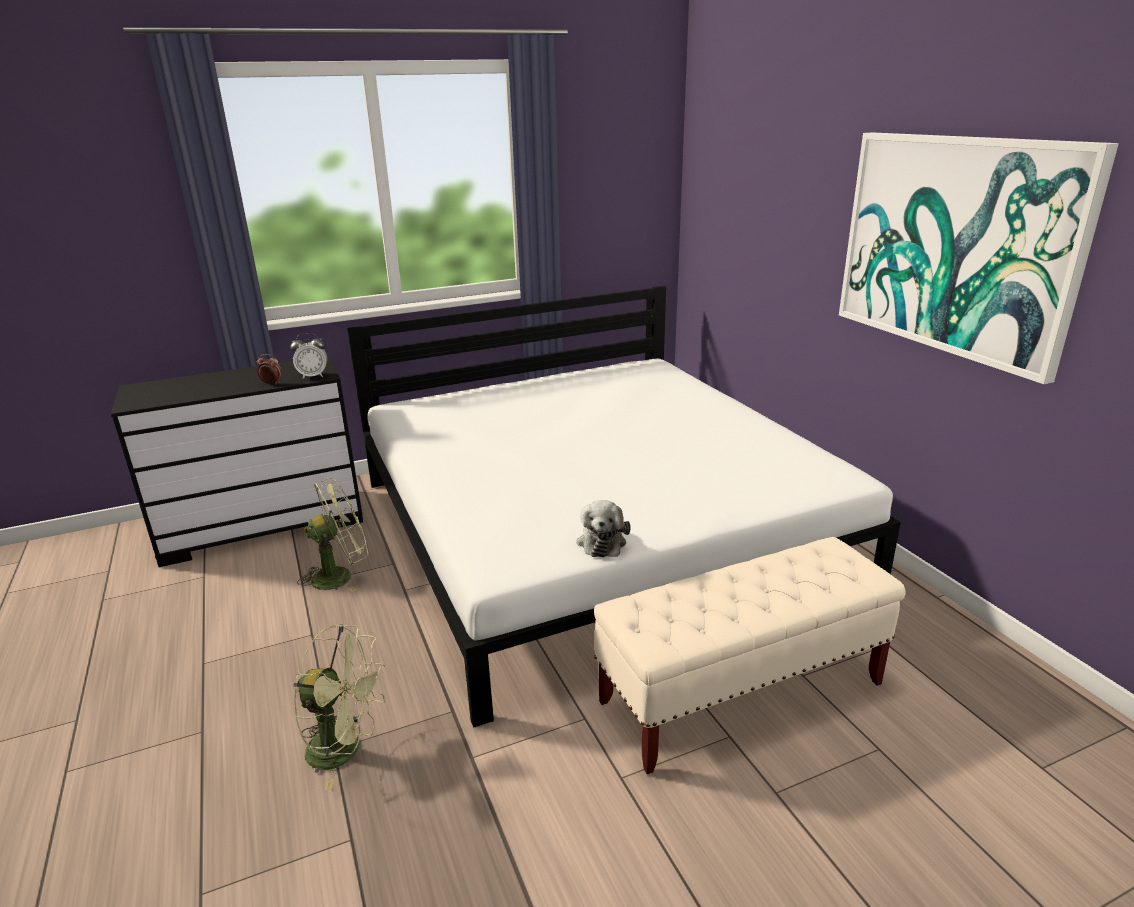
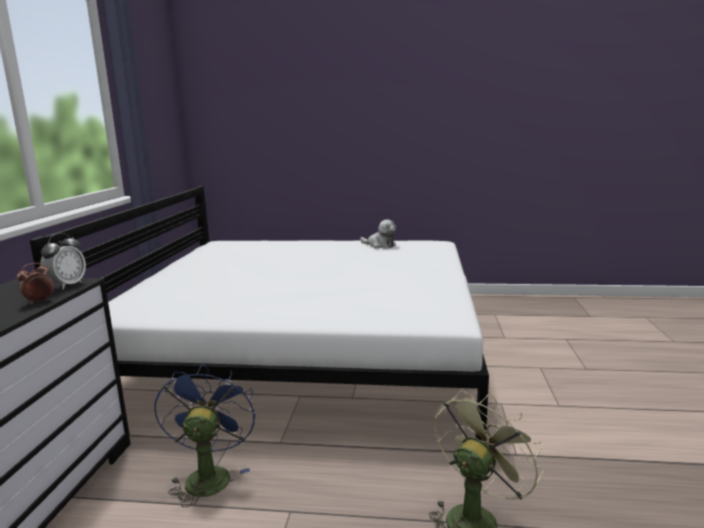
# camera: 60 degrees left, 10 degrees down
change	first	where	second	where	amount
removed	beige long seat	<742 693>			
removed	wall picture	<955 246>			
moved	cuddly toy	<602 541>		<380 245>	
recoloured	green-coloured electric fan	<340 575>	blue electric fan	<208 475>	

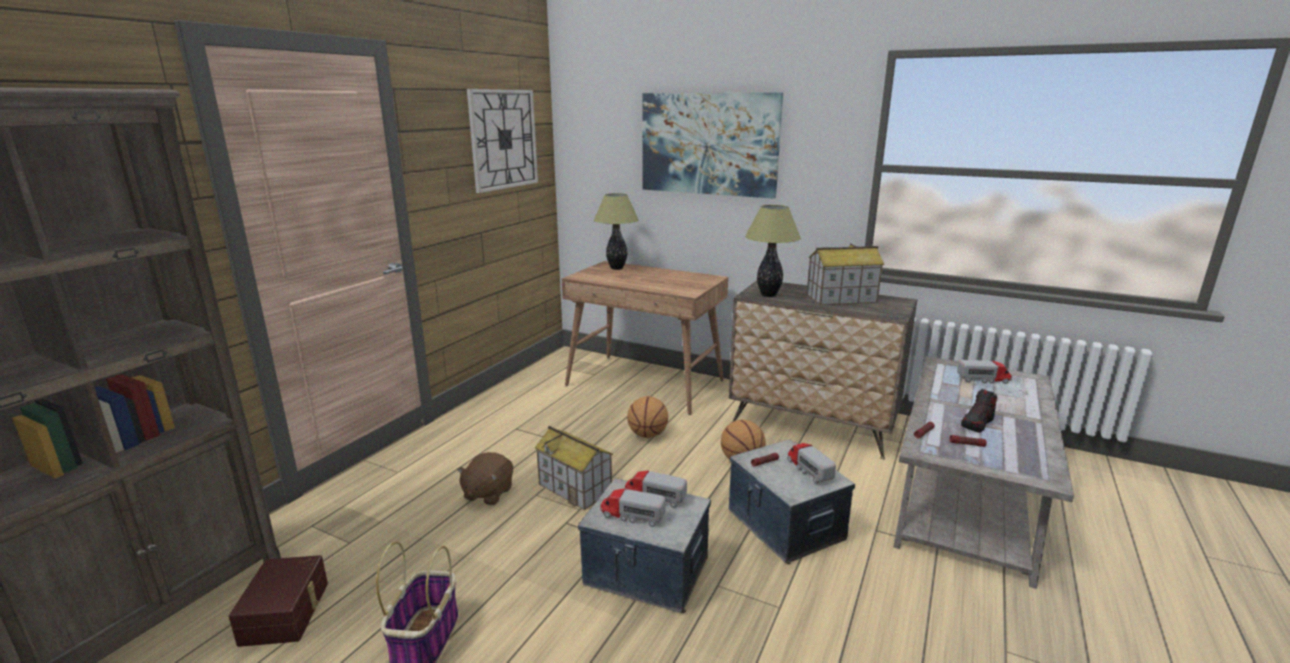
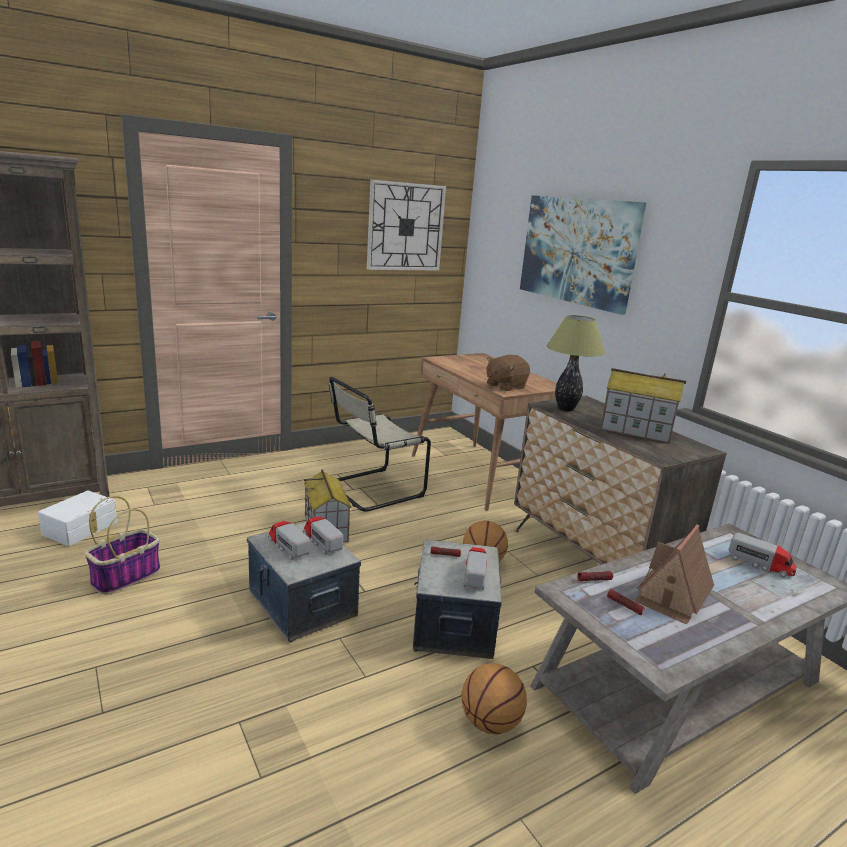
# camera: 30 degrees right, 0 degrees up
change	first	where	second	where	amount
removed	lamp for a table	<617 268>			
added			beige plain chair	<371 490>	
moved	brown-coloured cuddly toy	<487 493>		<505 386>	
moved	ball for basketball	<647 435>		<490 722>	
replaced	low shoe	<977 423>	toy house	<672 595>	
recoloured	brown-coloured storage bin	<287 612>	whitish storage bin	<81 528>	

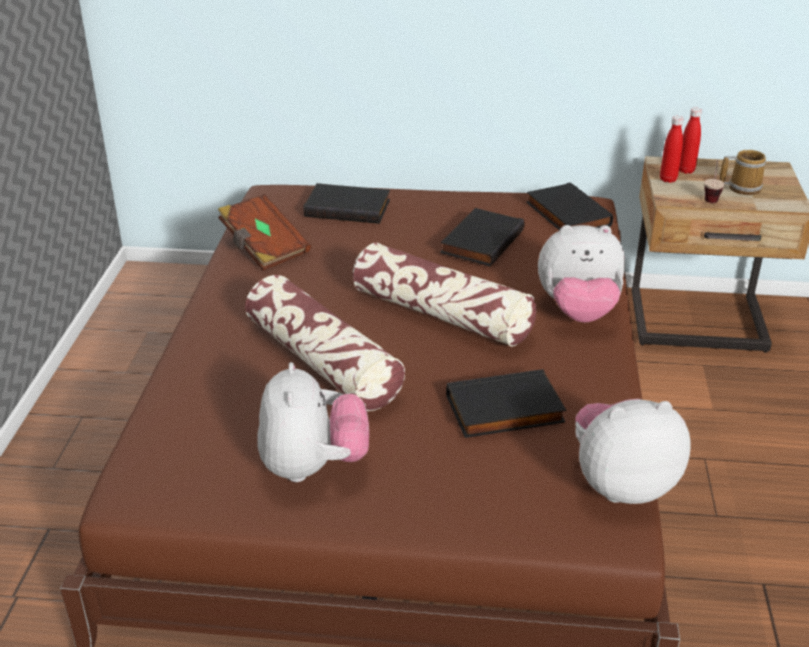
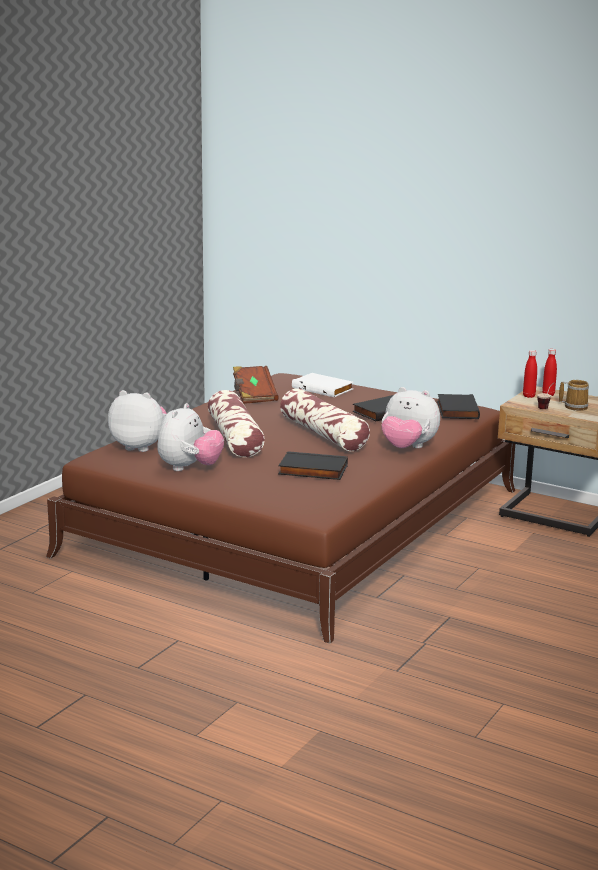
# camera: 25 degrees right, 15 degrees down
change	first	where	second	where	amount
moved	cuddly toy	<621 483>		<140 447>	
recoloured	black volume	<348 207>	whitish volume	<323 388>	

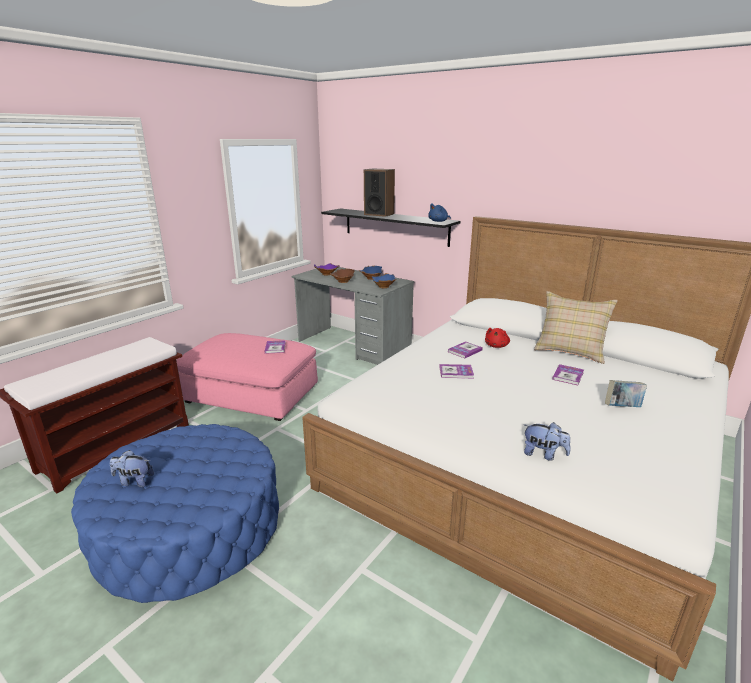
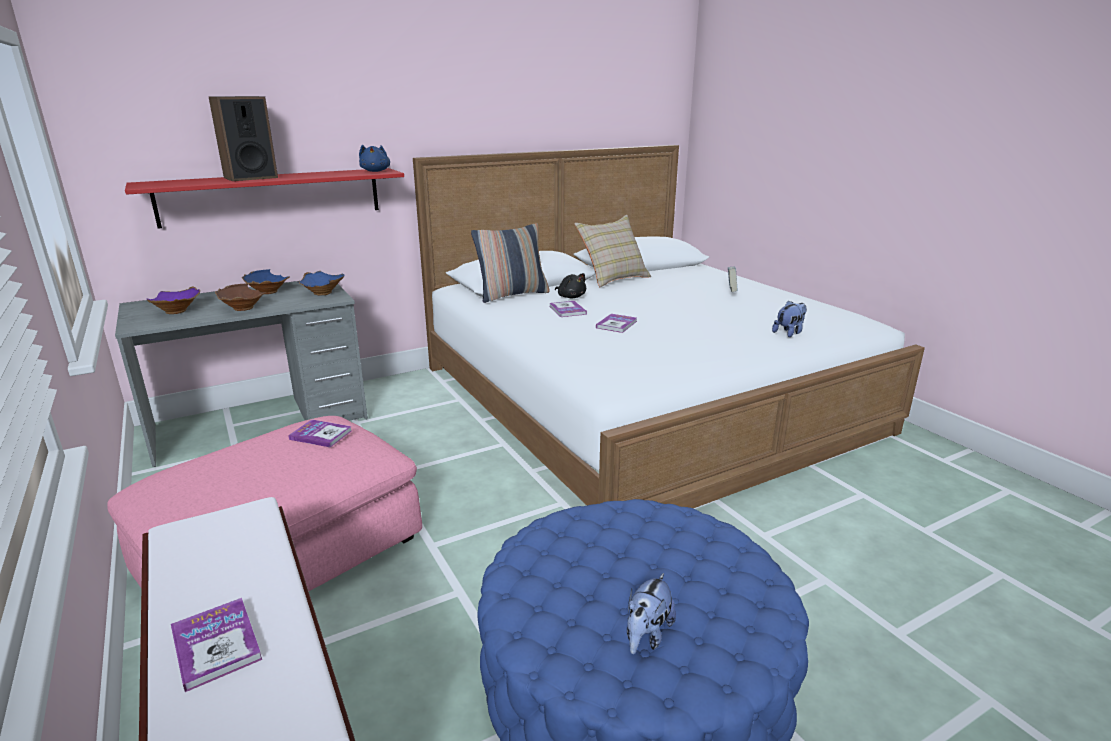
# camera: 65 degrees left, 0 degrees up
change	first	where	second	where	amount
added			cushion	<512 295>	
moved	volume	<568 376>		<216 645>	
recoloured	black wall shelf	<395 226>	red-coloured wall shelf	<272 196>	
recoloured	red-coloured cuddly toy	<496 346>	black cuddly toy	<571 297>	

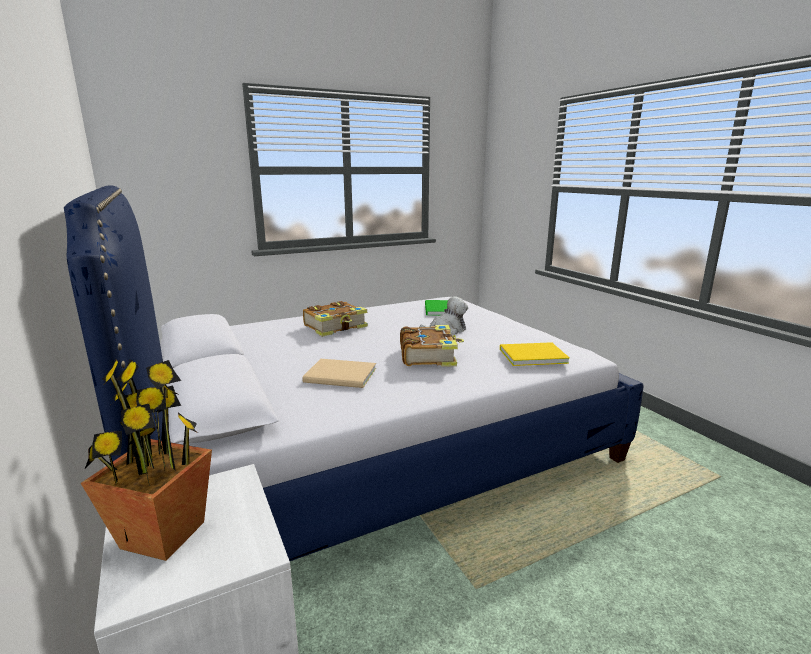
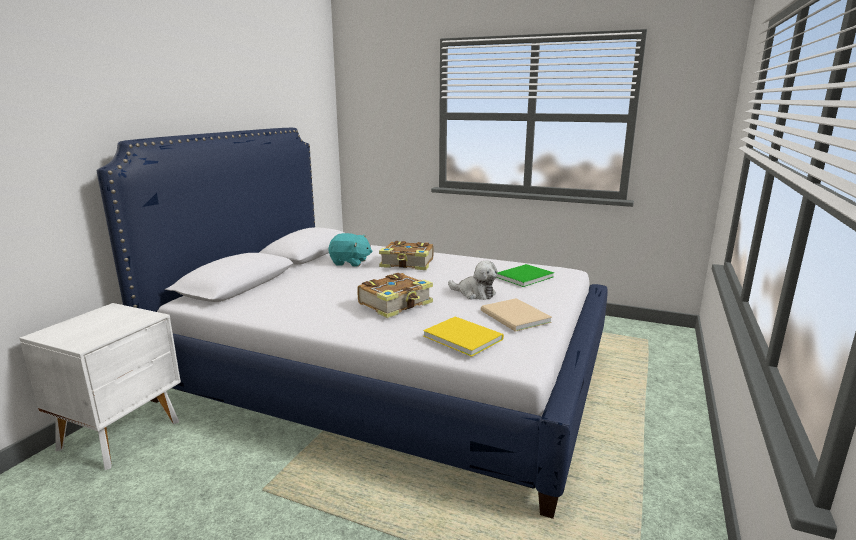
# camera: 50 degrees right, 0 degrees up
change	first	where	second	where	amount
removed	plant in a pot	<162 535>			
added			turquoise-coloured cuddly toy	<350 262>	
moved	beige volume	<342 376>		<515 317>	

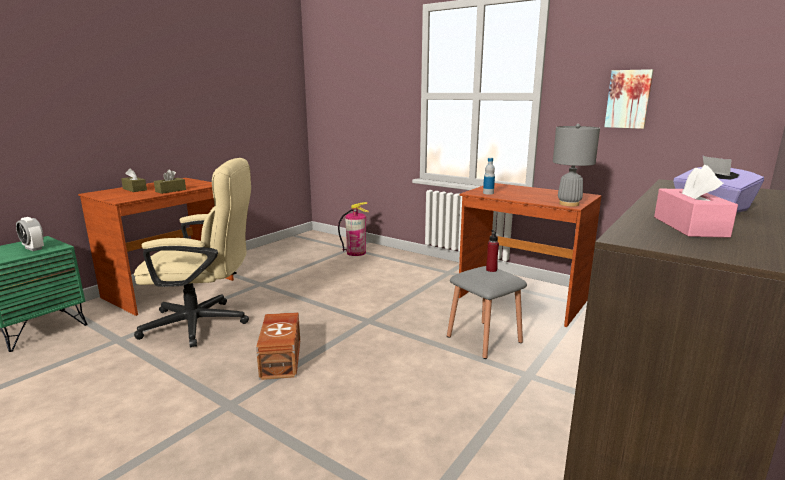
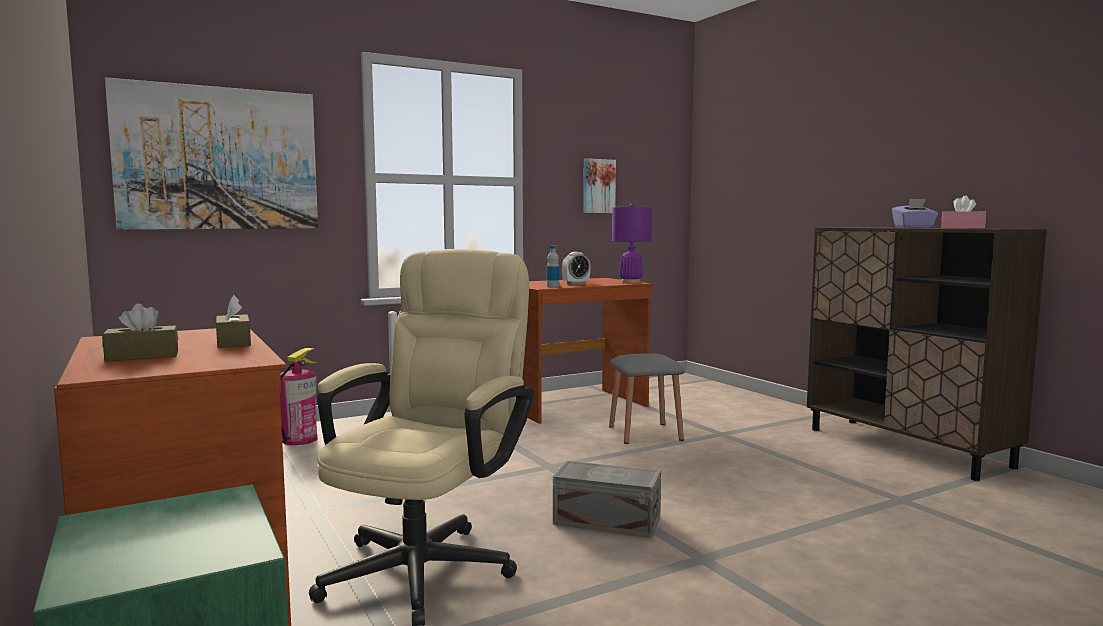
# camera: 65 degrees left, 10 degrees down
change	first	where	second	where	amount
removed	red-coloured bottle	<491 270>			
added			wall picture	<218 159>	
moved	table clock	<33 248>		<576 283>	
recoloured	brown-coloured storage bin	<282 358>	grey storage bin	<605 520>	
recoloured	grey lamp for a table	<569 204>	purplish lamp for a table	<630 282>	

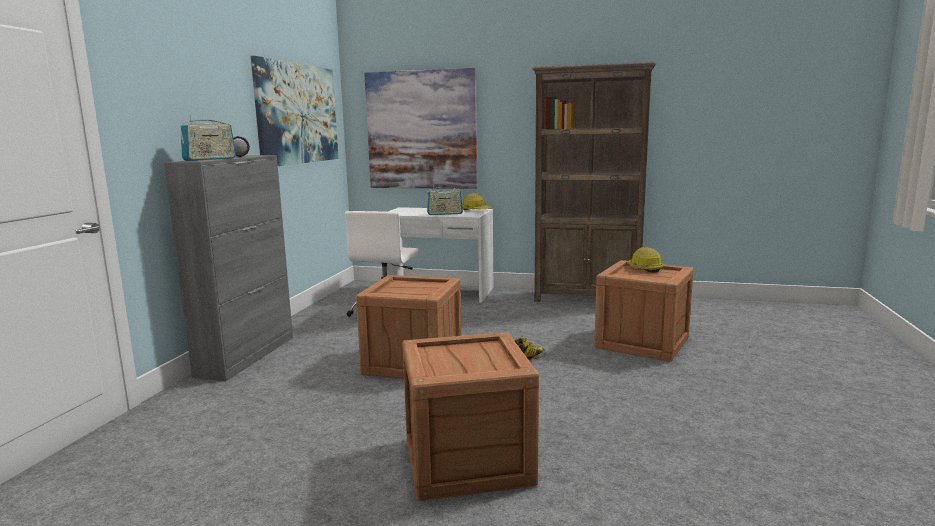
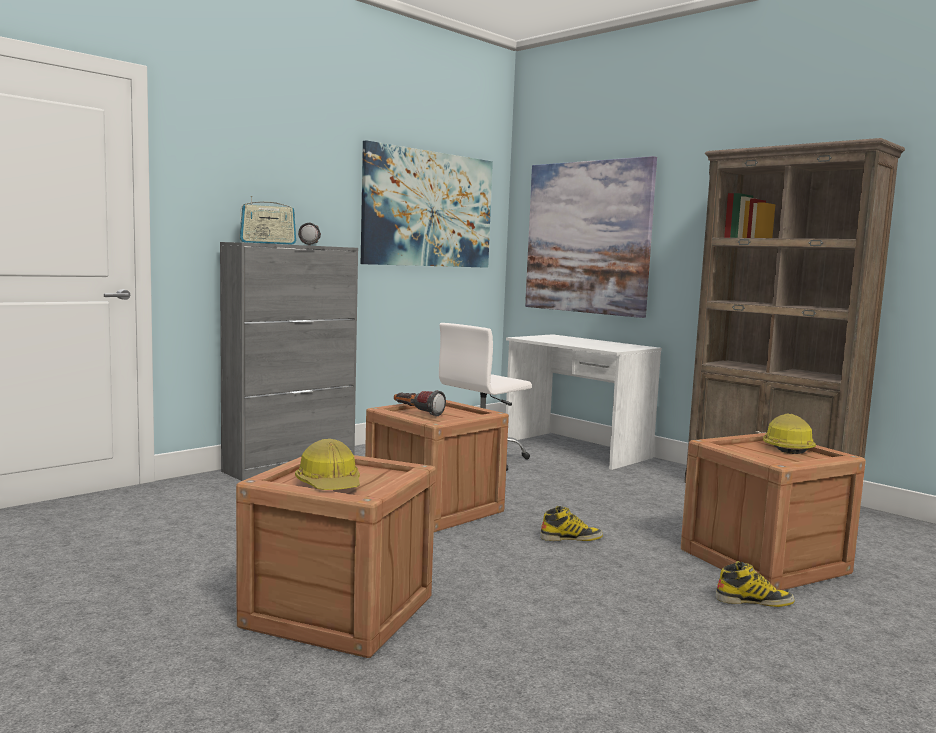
# camera: 30 degrees right, 5 degrees down
change	first	where	second	where	amount
removed	radio set	<445 214>			
added			torch	<417 413>	
added			high-top boot	<754 601>	
moved	safety helmet	<475 210>		<330 485>	

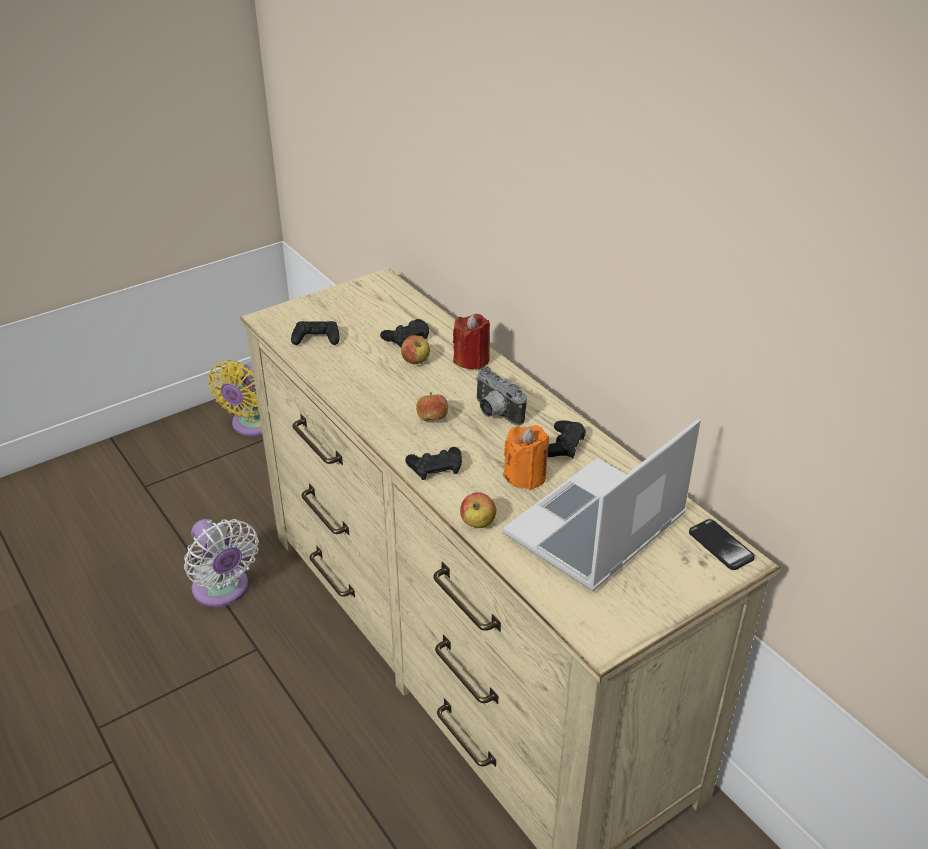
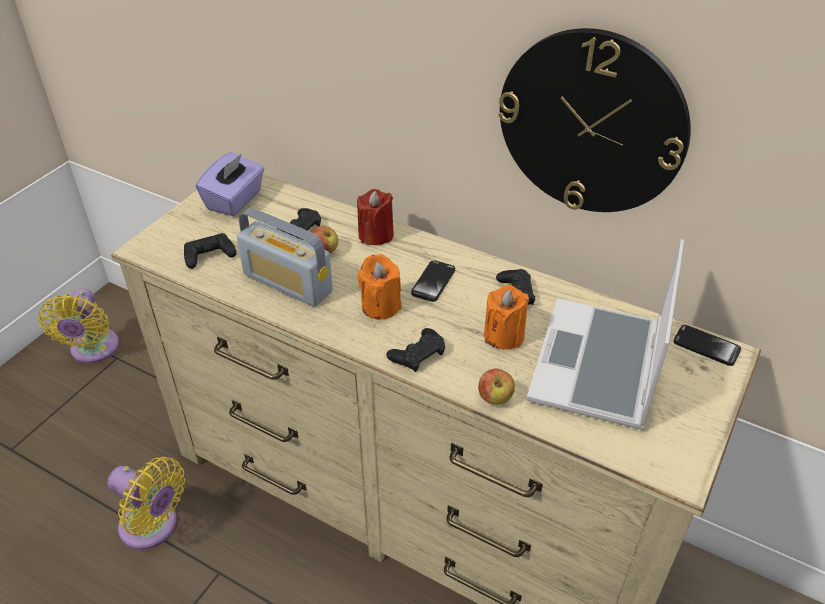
# camera: 25 degrees left, 5 degrees up
change	first	where	second	where	amount
added			purplish tissue holder	<235 200>	
added			radio set	<288 283>	
added			clock on the wall	<591 123>	
replaced	apple fruit	<432 419>	orange wax light	<380 306>	
replaced	still camera	<494 413>	phone	<433 282>	
recoloured	whitish electric fan	<223 590>	yellow electric fan	<153 527>	

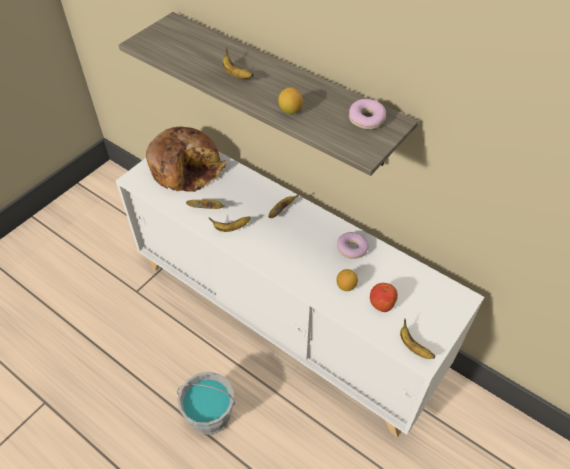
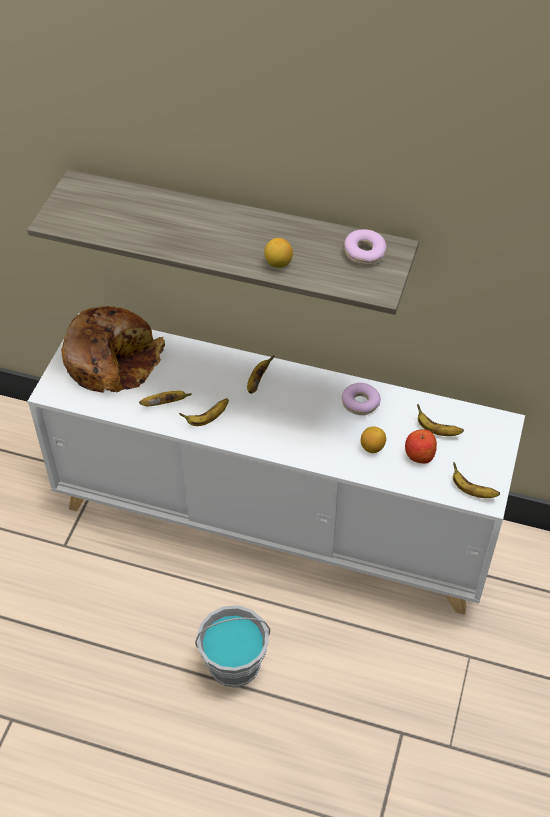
# camera: 20 degrees left, 0 degrees up
change	first	where	second	where	amount
moved	banana	<236 74>		<436 430>	

